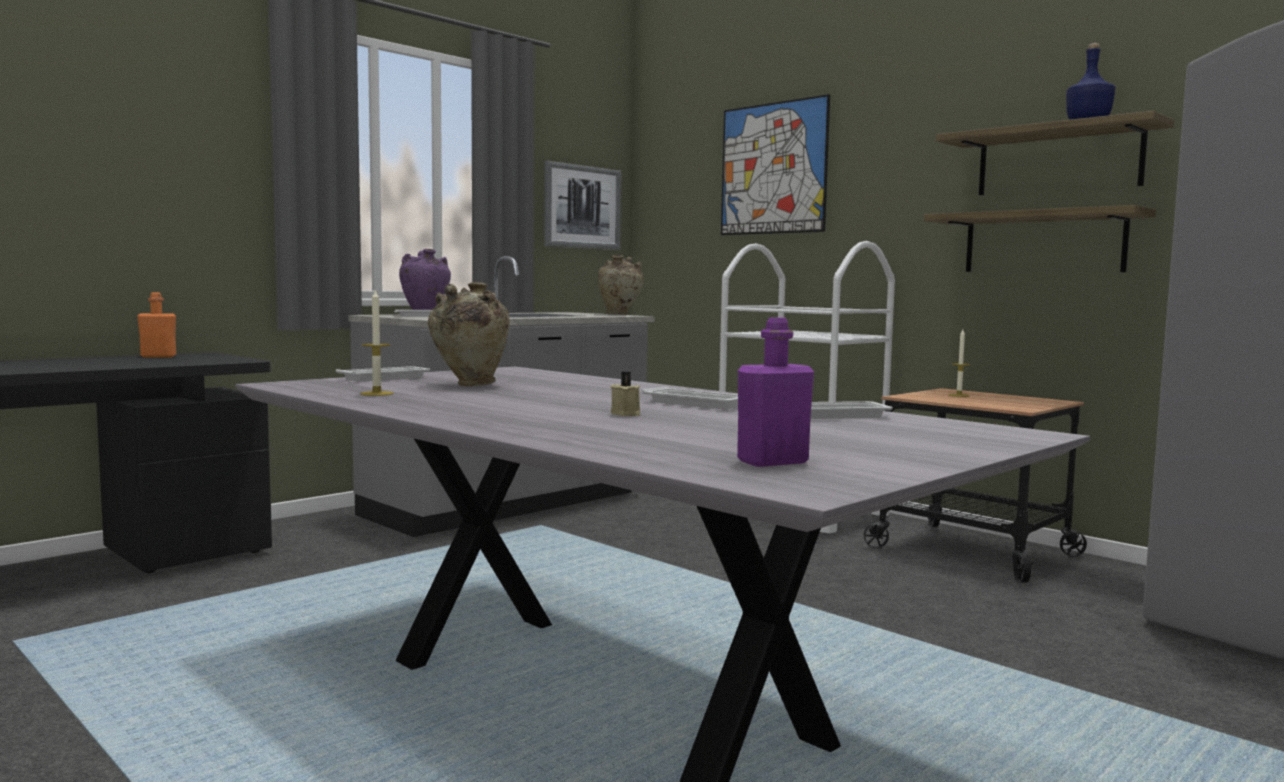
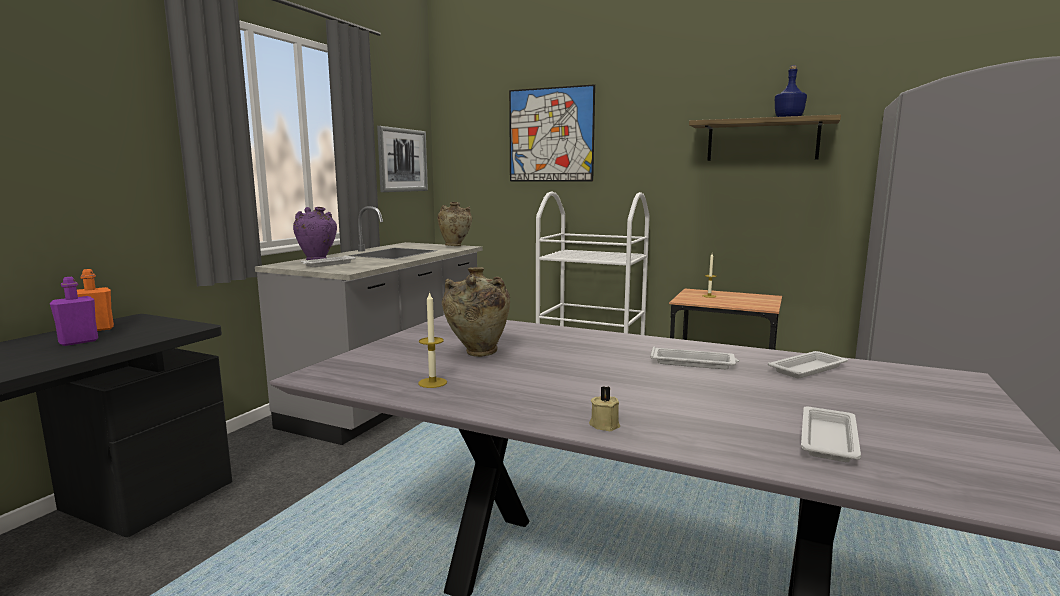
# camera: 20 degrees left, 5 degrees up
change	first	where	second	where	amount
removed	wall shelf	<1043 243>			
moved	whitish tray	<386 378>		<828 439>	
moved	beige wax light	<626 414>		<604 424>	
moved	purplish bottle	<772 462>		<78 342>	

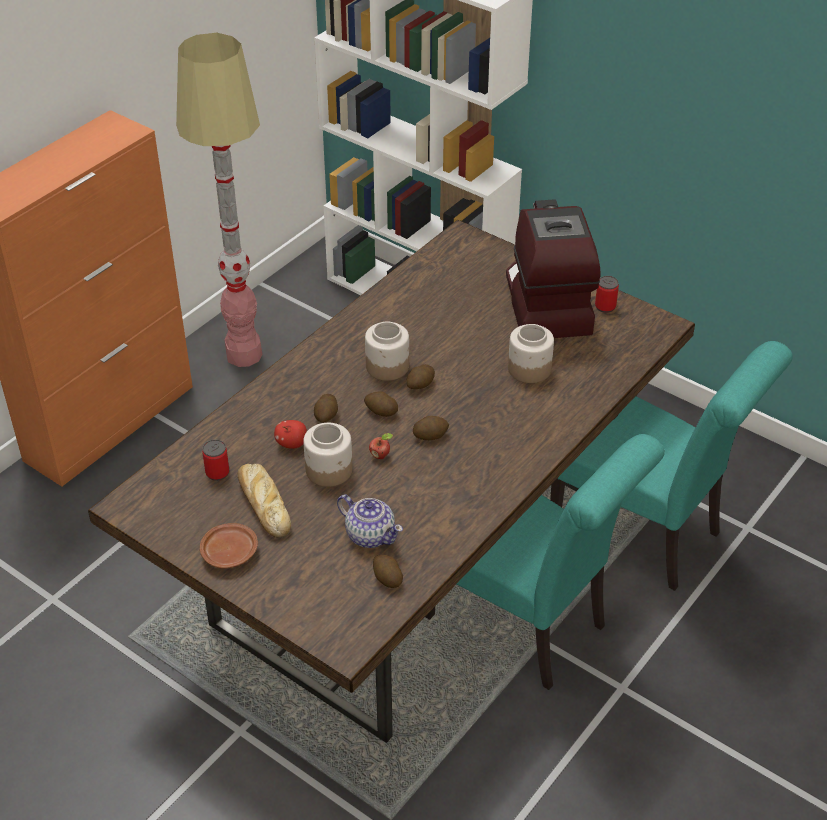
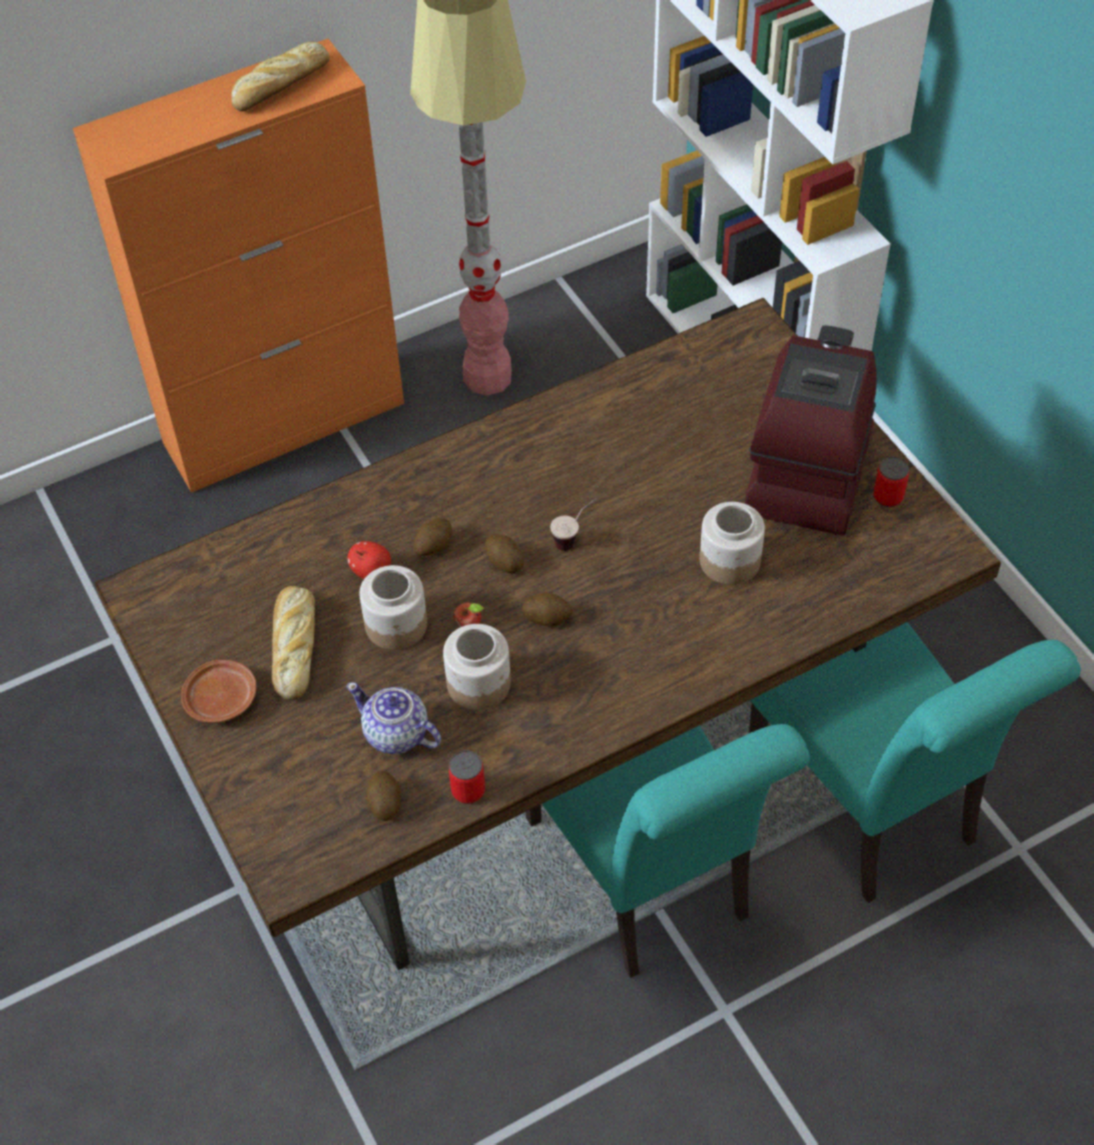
# camera: 25 degrees right, 10 degrees up
change	first	where	second	where	amount
added			bakery bread	<280 85>	
moved	metal can	<217 473>		<468 790>	
moved	jar	<388 366>		<479 683>	
replaced	spud	<420 385>	drinking cup	<574 539>	
turned	tea pot	<370 535>		<396 734>	150 degrees clockwise

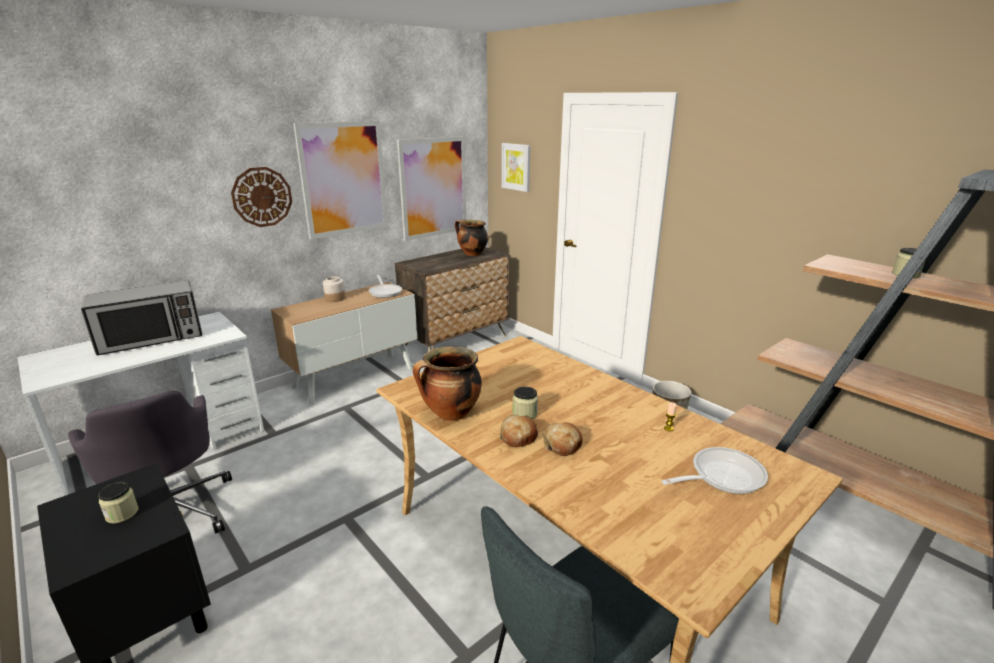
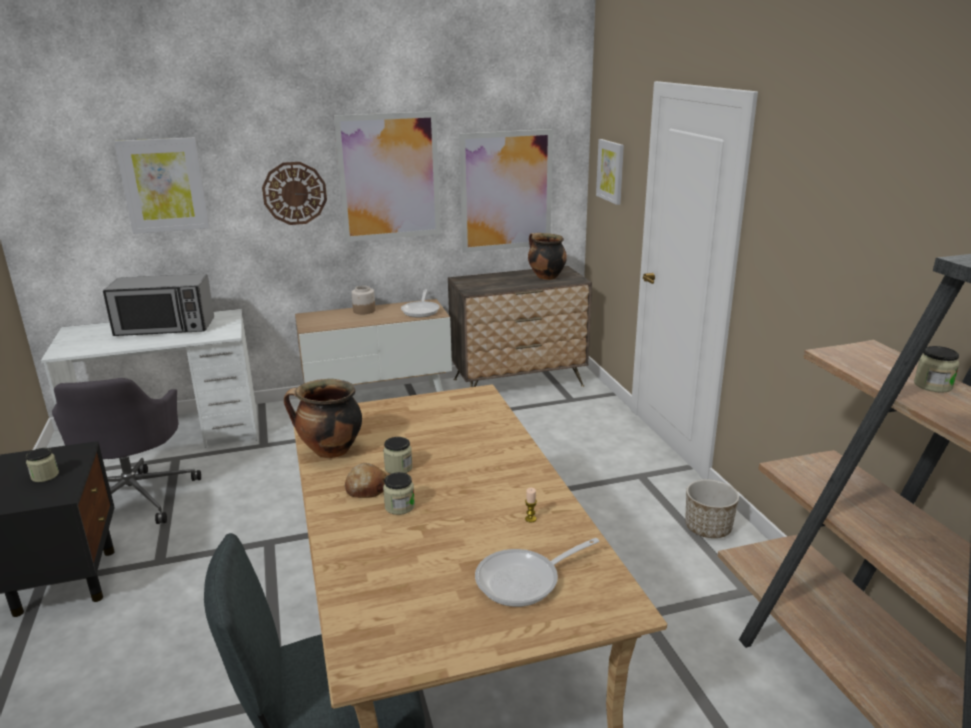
# camera: 25 degrees right, 0 degrees up
change	first	where	second	where	amount
added			wall picture	<164 185>	
replaced	bakery bread	<562 445>	jar	<399 506>	
turned	pan	<721 476>		<524 580>	150 degrees clockwise

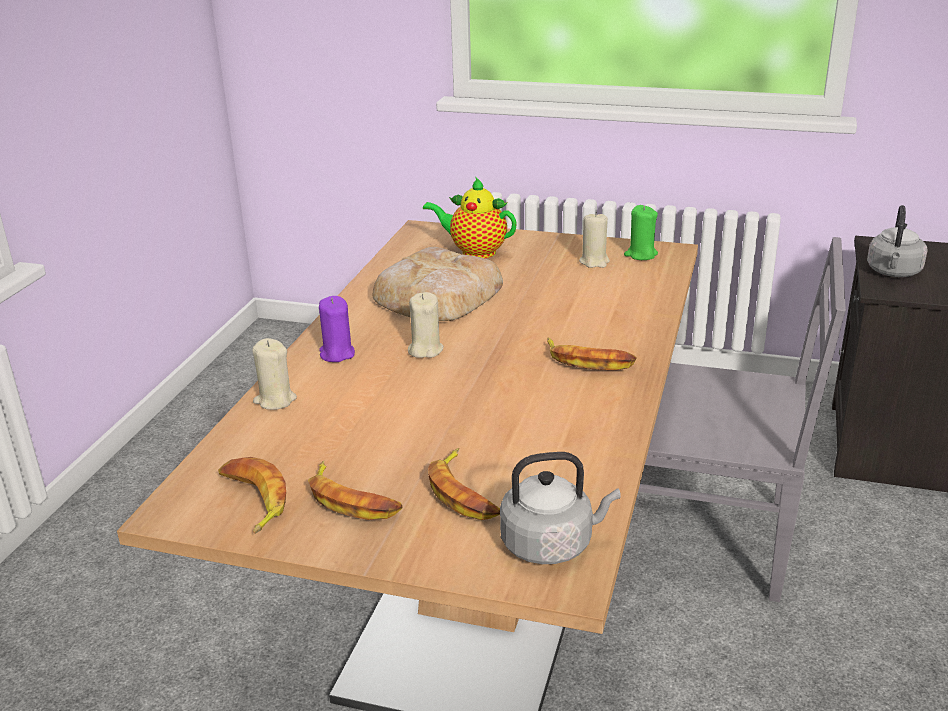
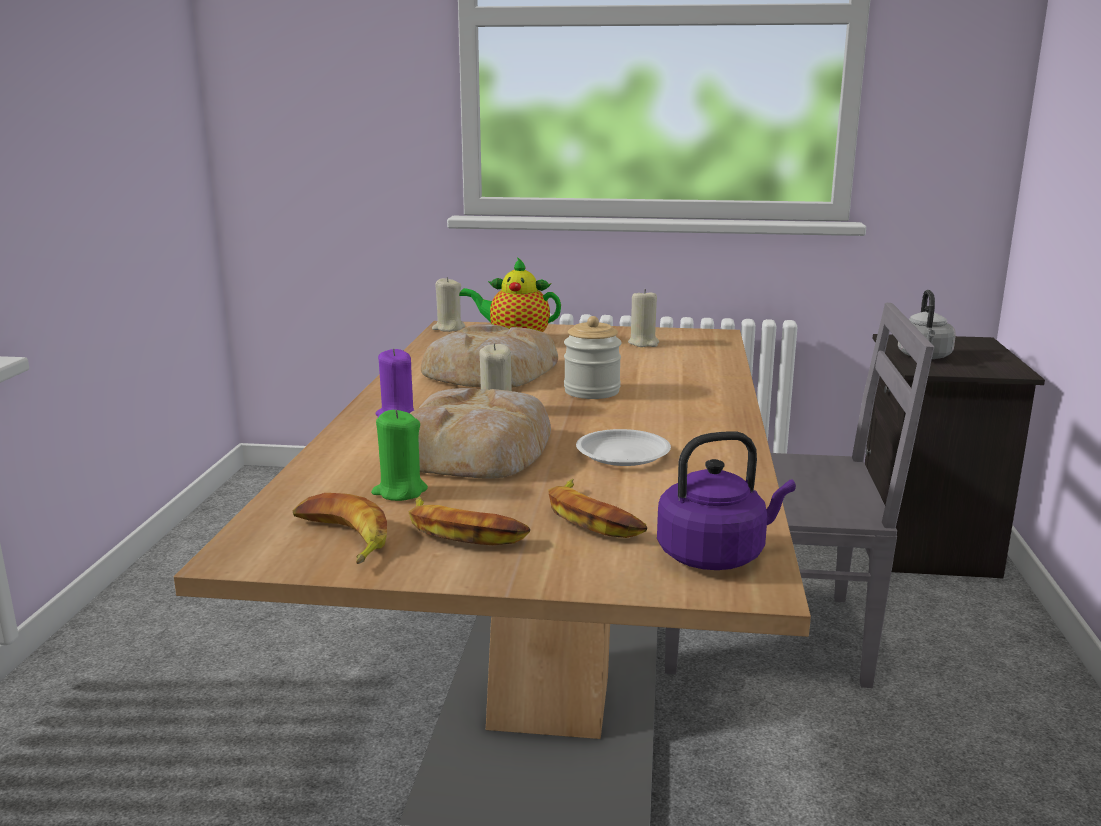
# camera: 10 degrees left, 10 degrees down
change	first	where	second	where	amount
removed	banana	<588 361>			
added			bakery bread	<473 449>	
added			jar	<592 391>	
added			whitish flat dish	<623 453>	
moved	beige wax light	<275 400>		<448 328>	
moved	green-coloured wax light	<640 255>		<399 491>	
recoloured	grey tea kettle	<551 544>	purplish tea kettle	<716 555>	

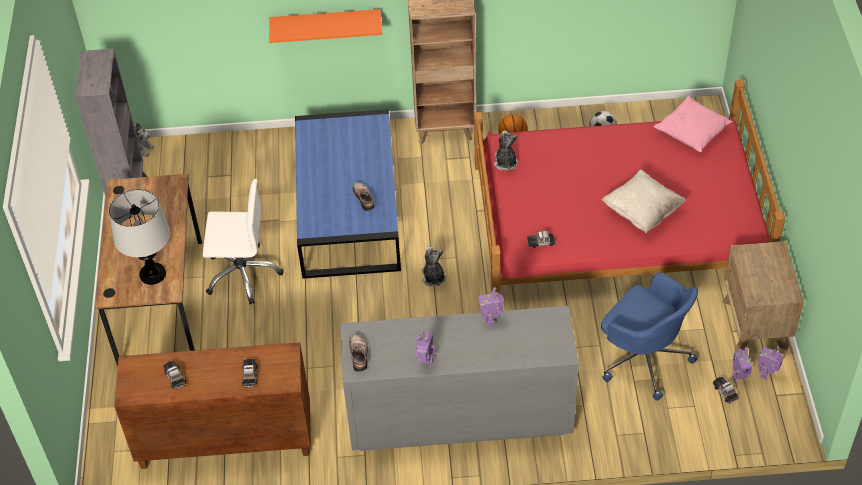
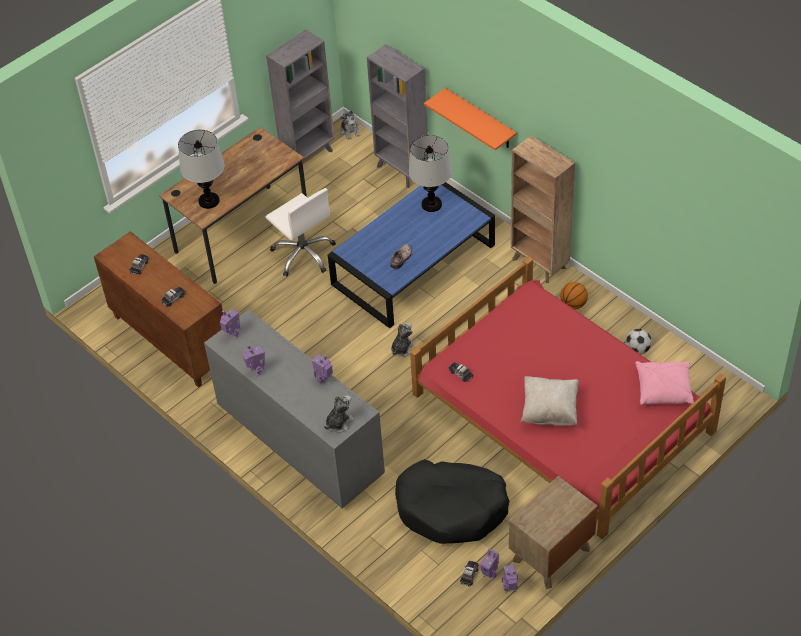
# camera: 50 degrees right, 0 degrees up
change	first	where	second	where	amount
added			grey shelving unit	<402 171>	
added			lamp for a table	<431 204>	
moved	cuddly toy	<505 162>		<339 422>	
replaced	low shoe	<359 355>	model robot	<232 335>	
replaced	blue office chair	<643 358>	black pet bed	<451 508>	

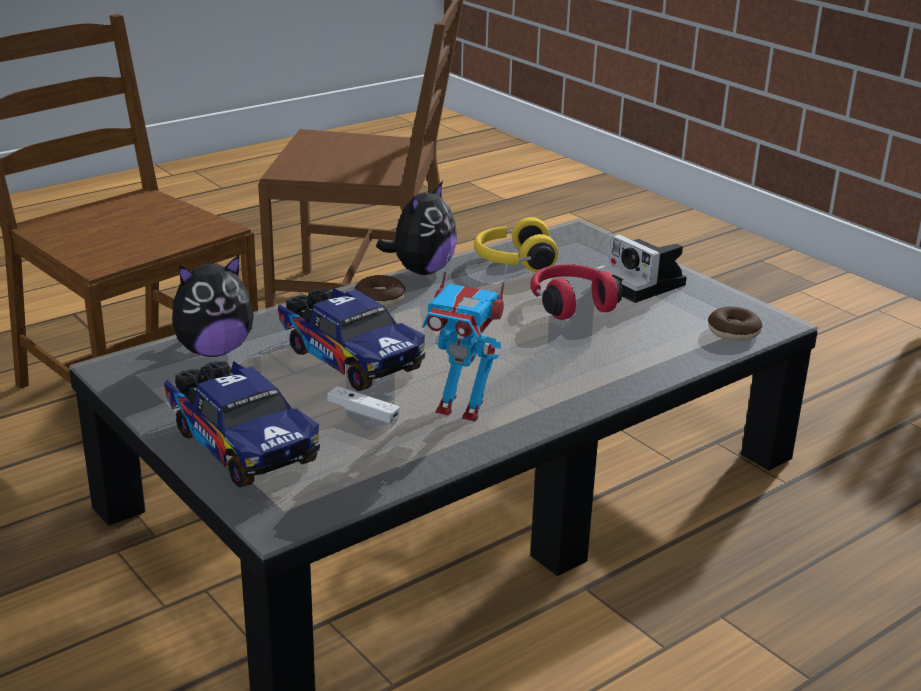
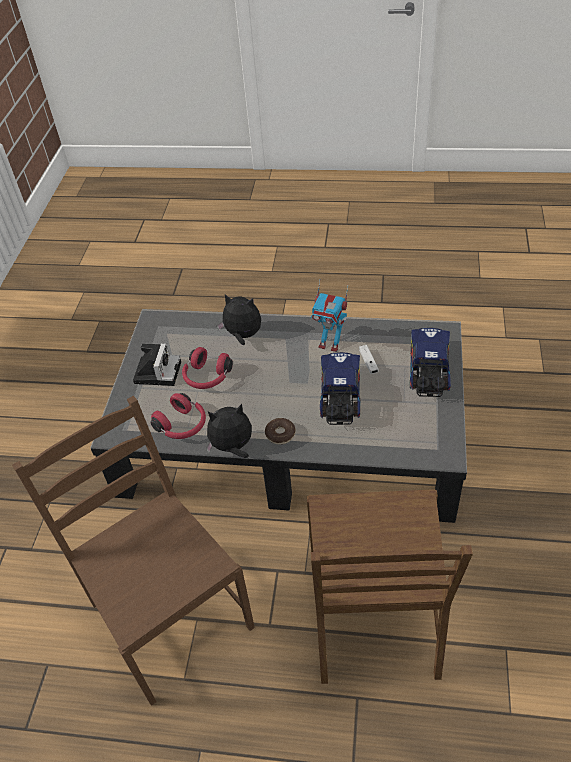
# camera: 130 degrees left, 20 degrees up
change	first	where	second	where	amount
removed	donut	<733 332>			
moved	cuddly toy	<214 350>		<243 335>	
recoloured	yellow pair of headphones	<513 262>	red-coloured pair of headphones	<182 425>	
turned	model robot	<462 408>		<330 344>	135 degrees clockwise

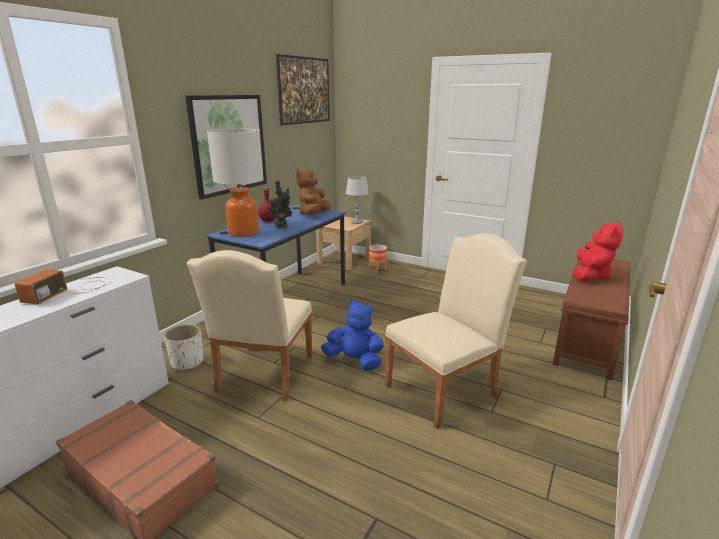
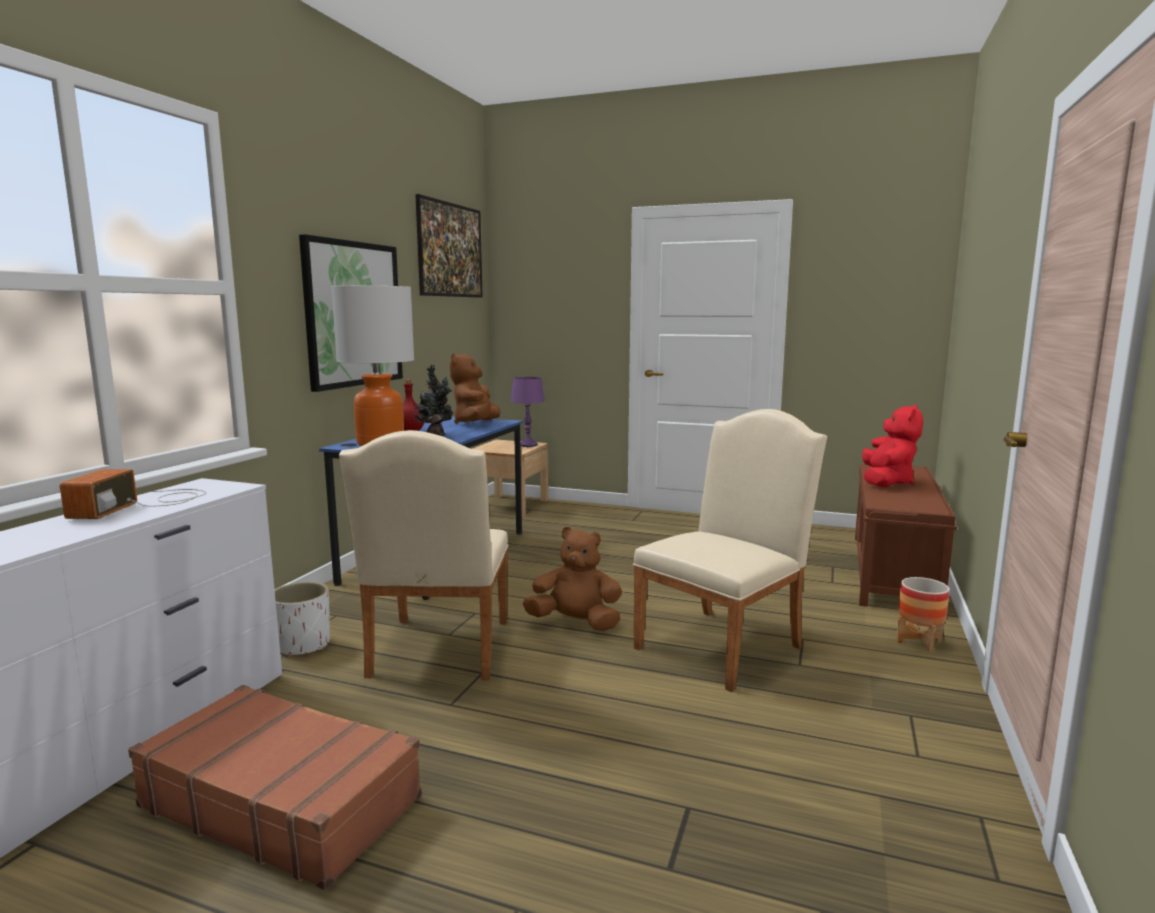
# camera: 10 degrees left, 10 degrees down
change	first	where	second	where	amount
moved	flower pot	<377 270>		<919 642>	
recoloured	blue cuddly toy	<354 361>	brown-coloured cuddly toy	<575 623>	
recoloured	grey lamp for a table	<357 222>	purplish lamp for a table	<528 445>	

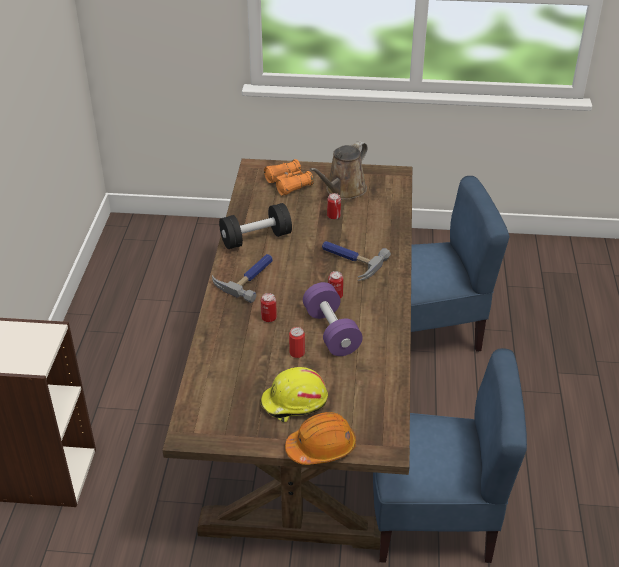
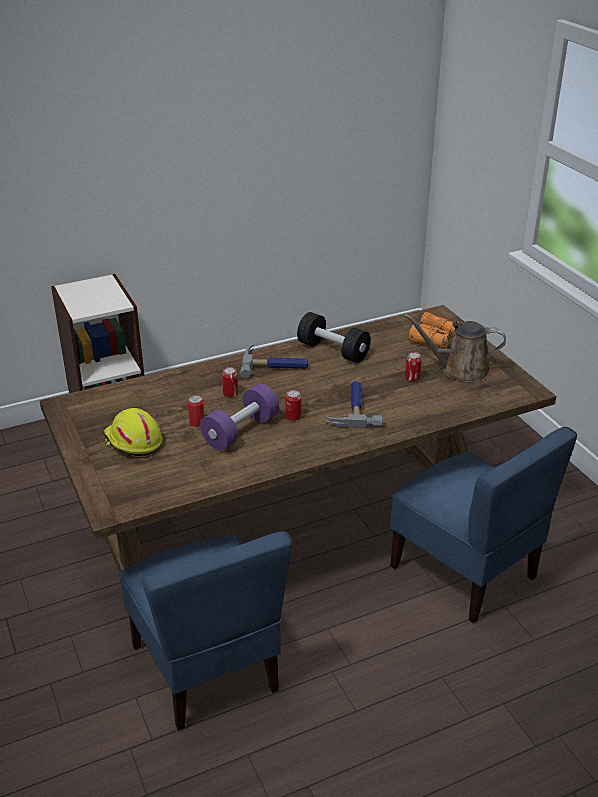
# camera: 60 degrees right, 5 degrees down
change	first	where	second	where	amount
removed	orange safety helmet	<321 447>			

